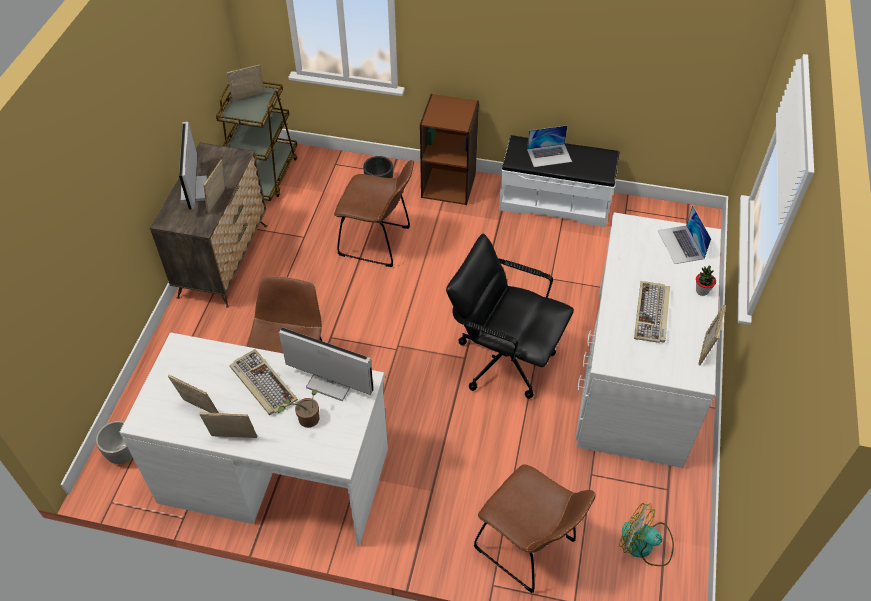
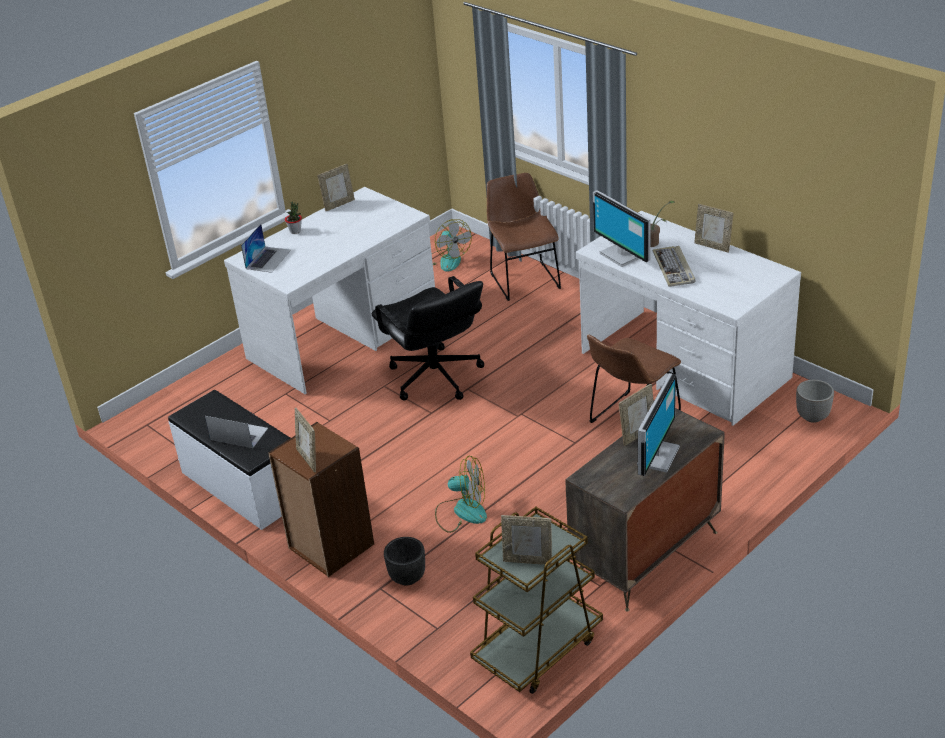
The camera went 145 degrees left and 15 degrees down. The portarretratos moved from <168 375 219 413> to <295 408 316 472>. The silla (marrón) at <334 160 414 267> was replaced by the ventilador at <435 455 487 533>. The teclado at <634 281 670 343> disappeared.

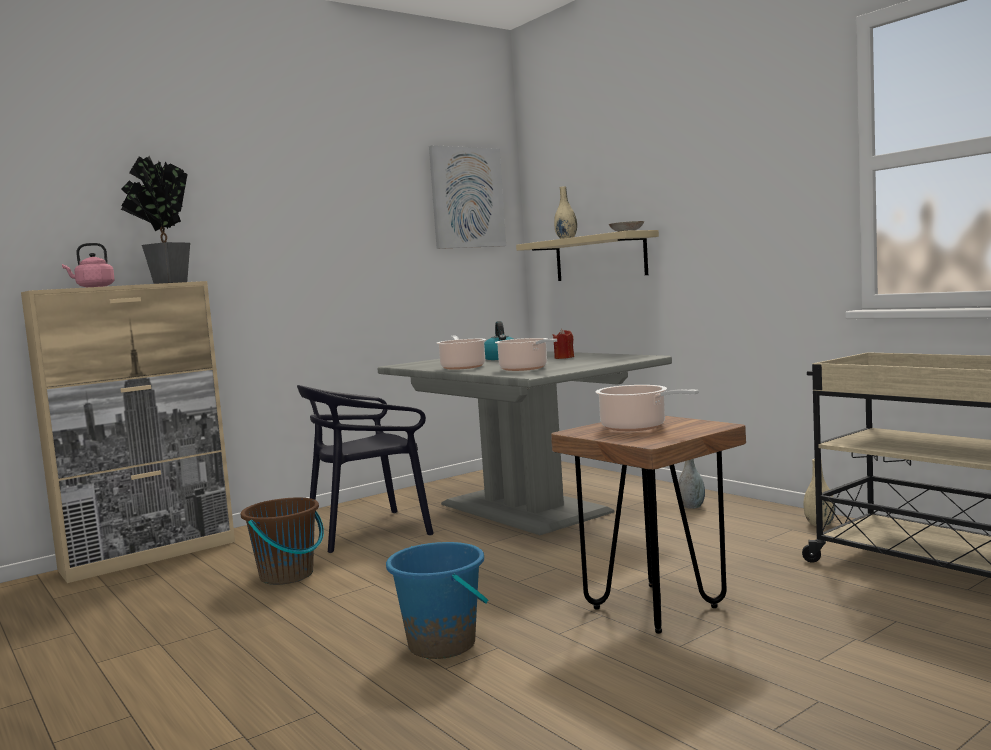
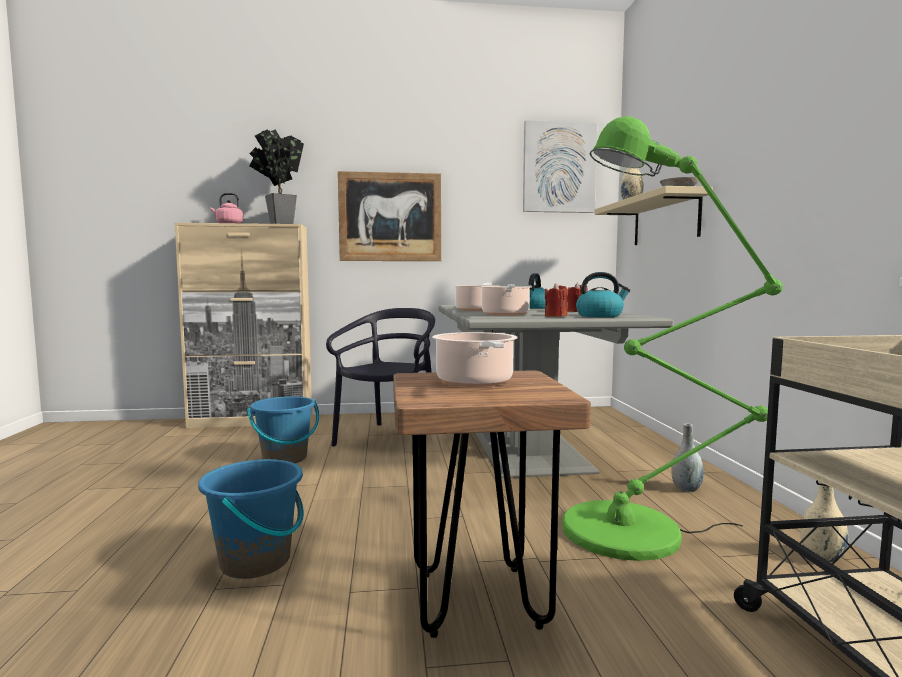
The camera went 30 degrees right and 0 degrees up. The cubo (marrón) at <241 498 324 585> became the cubo (azul) at <247 396 320 463>. The silla (negro) at <297 385 434 553> turned 105 degrees clockwise. The cuadro at <338 171 441 261> appeared. The vela (rojo) at <545 283 568 317> appeared. The lámpara de pie (verde) at <562 116 783 561> appeared. The hervidor at <576 272 630 317> appeared.

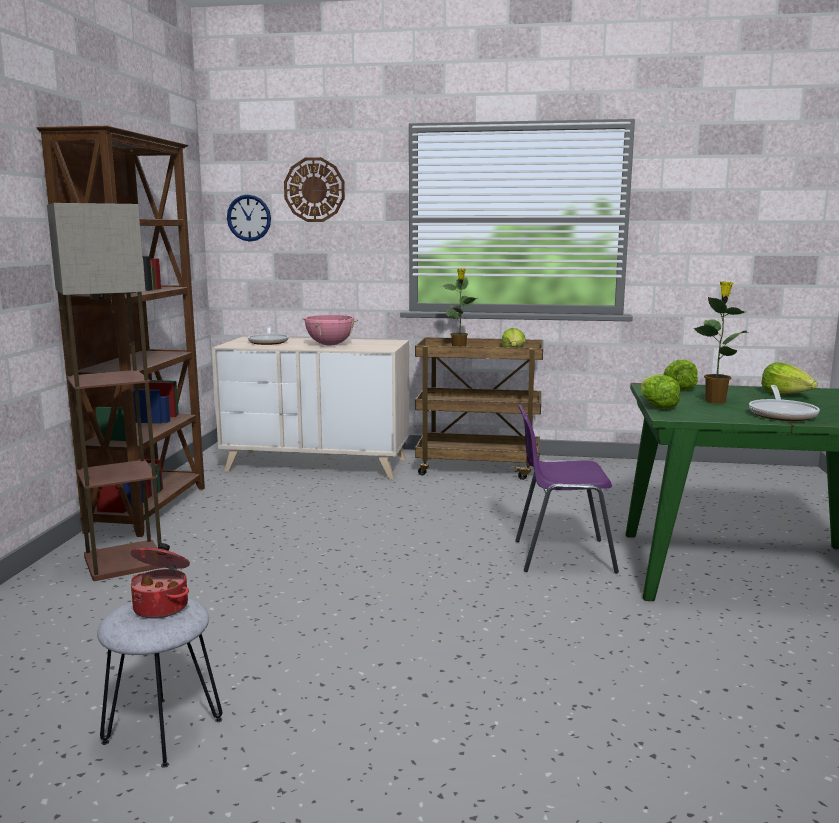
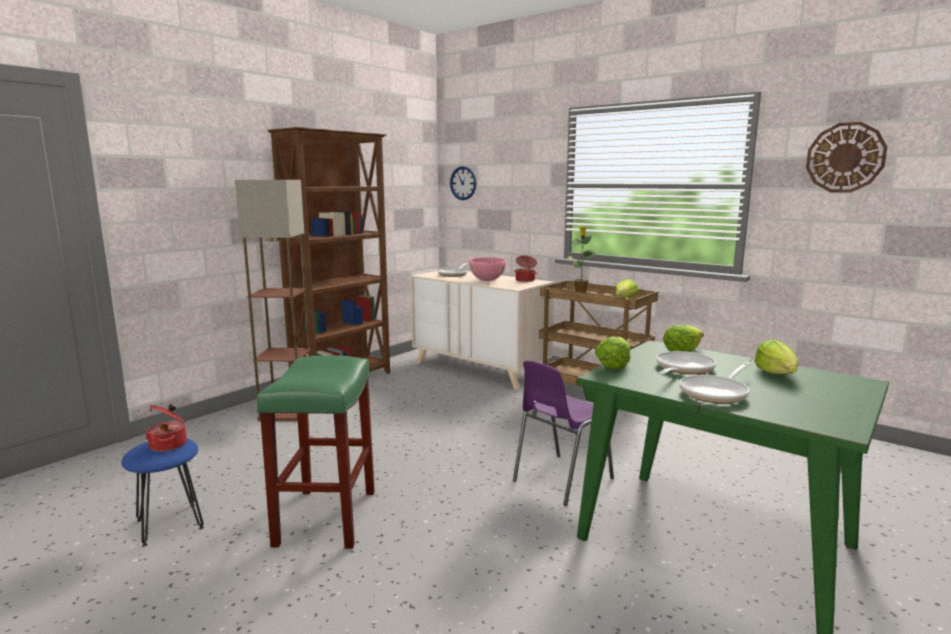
The camera went 30 degrees right and 0 degrees up. The taburete (gris) at <97 598 223 768> became the taburete (azul) at <121 439 204 546>. The reloj de pared moved from <284 157 345 222> to <806 122 888 193>. The silla (morado) at <515 405 619 574> turned 75 degrees counterclockwise. The planta en maceta at <694 281 748 404> was replaced by the sartén at <656 351 716 375>. The taburete (verde) at <257 355 375 549> appeared. The olla at <514 255 537 282> appeared.

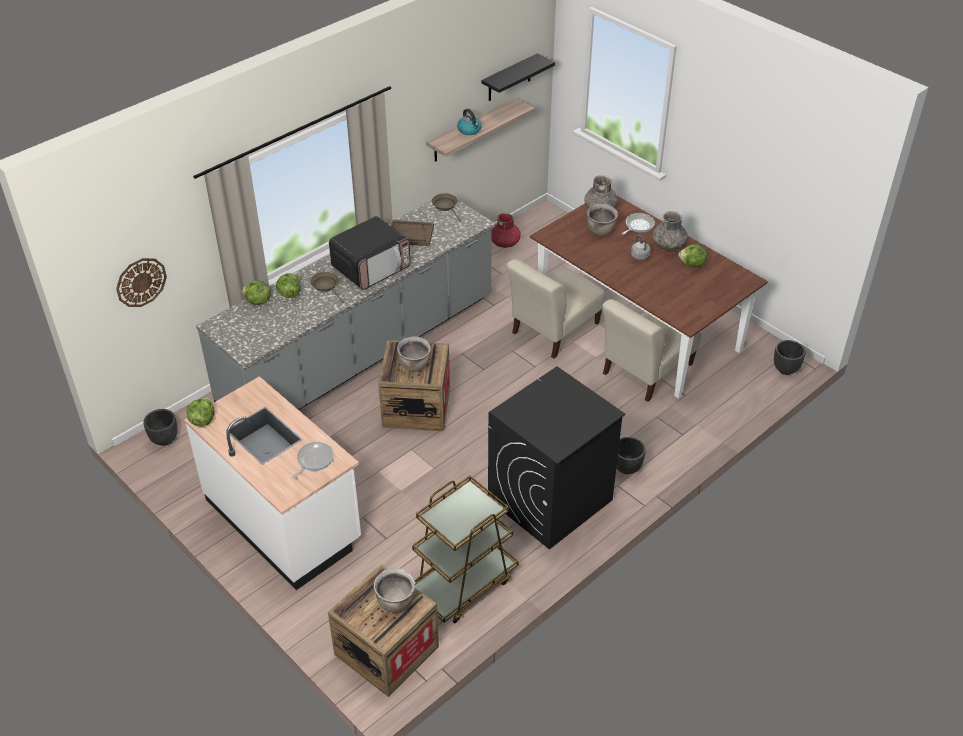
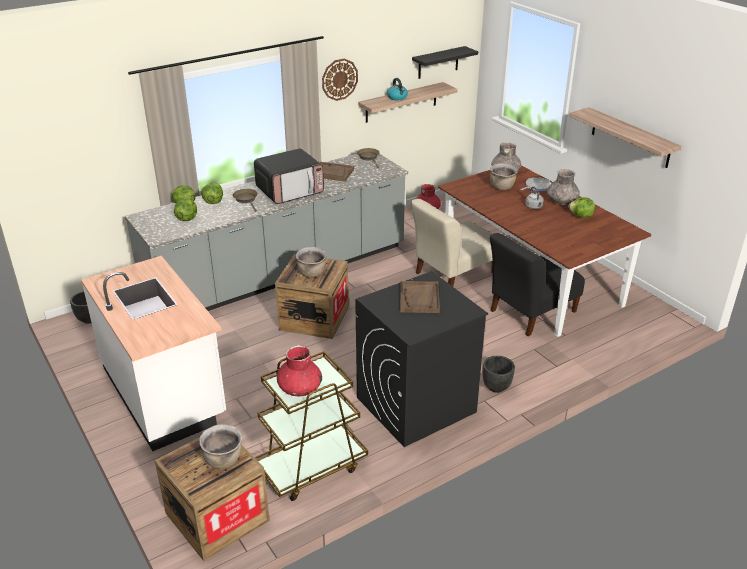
The camera went 10 degrees right and 10 degrees down. The reloj de pared moved from <116 258 167 307> to <322 58 358 101>. The lechuga moved from <187 398 215 426> to <174 199 197 221>. The sartén at <292 442 334 479> disappeared. The silla (beis) at <602 299 701 402> became the silla (negro) at <490 233 585 336>. The maceta (negro) at <774 340 806 375> disappeared. The florero (rojo) at <277 345 322 397> appeared. The bandeja (marrón) at <400 281 440 313> appeared. The estante at <569 107 681 168> appeared.

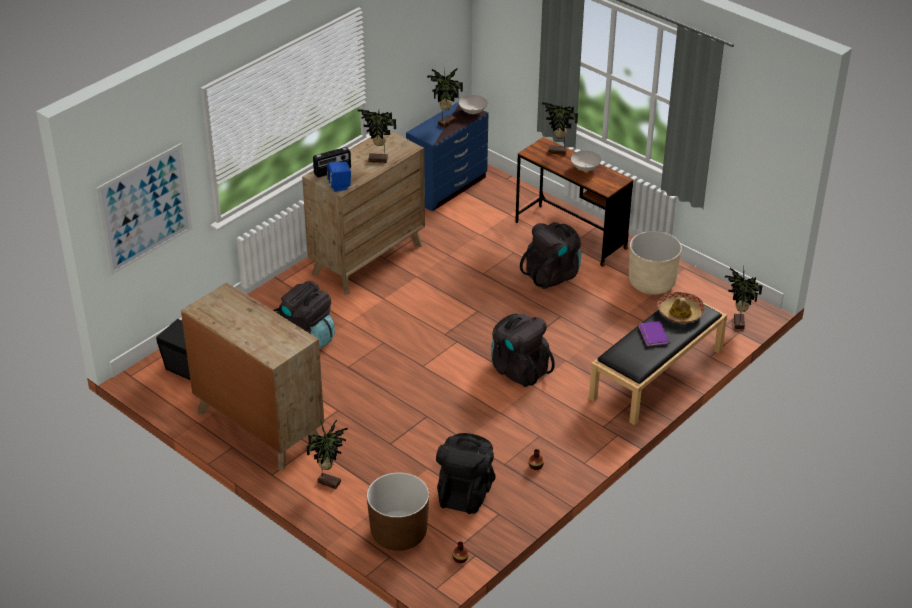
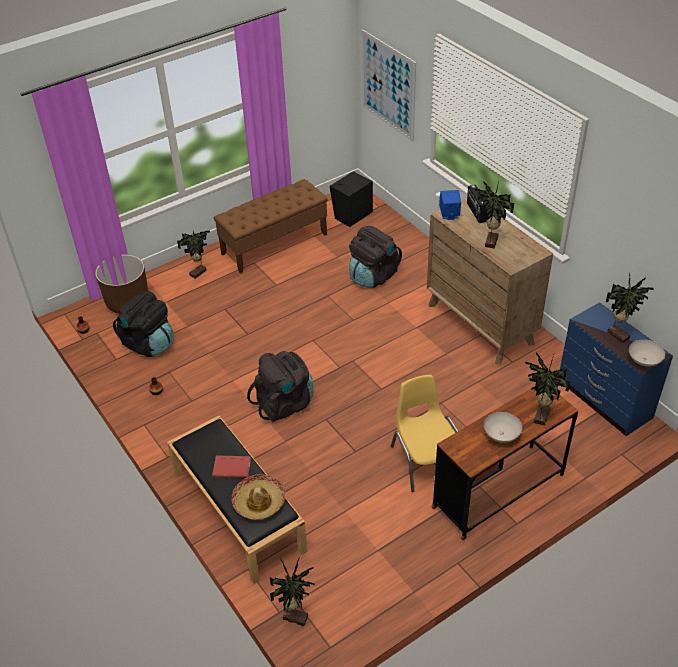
The camera went 105 degrees right and 5 degrees up. The cómoda (marrón) at <181 282 324 471> was replaced by the banco (marrón) at <214 179 328 274>. The mochila (negro) at <520 222 581 289> was replaced by the silla (amarillo) at <391 375 458 492>. The maceta (beis) at <629 231 682 295> disappeared. The libro (morado) at <638 321 669 347> became the libro (rojo) at <212 455 251 478>.

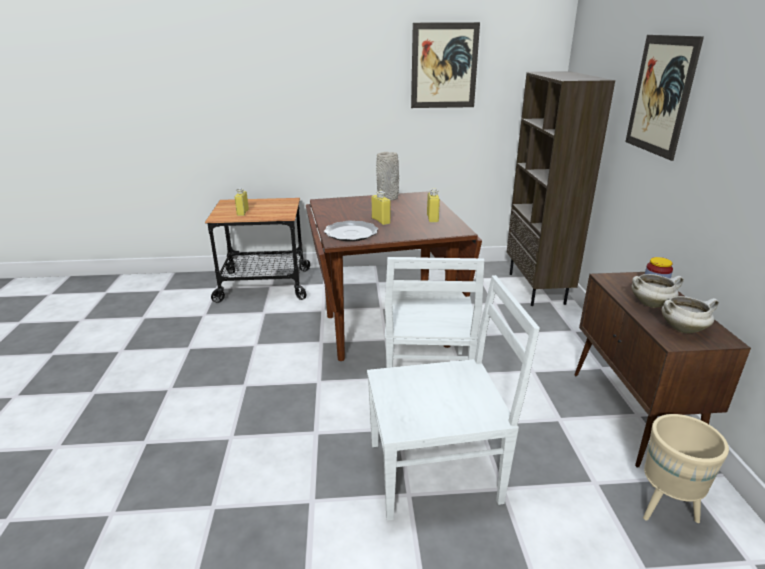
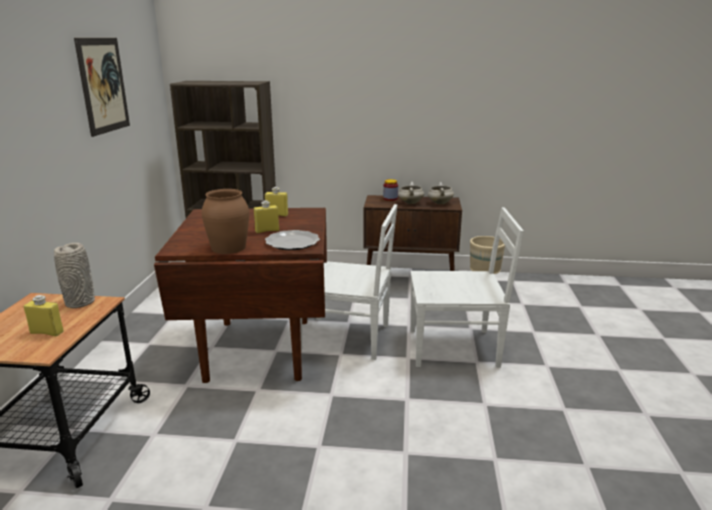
The camera went 80 degrees left and 5 degrees down. The silla (blanco) at <367 275 540 521> turned 90 degrees clockwise. The florero (gris) moved from <376 152 399 201> to <54 243 95 308>. The cuadro at <625 35 704 161> disappeared. The florero (marrón) at <201 189 249 254> appeared.

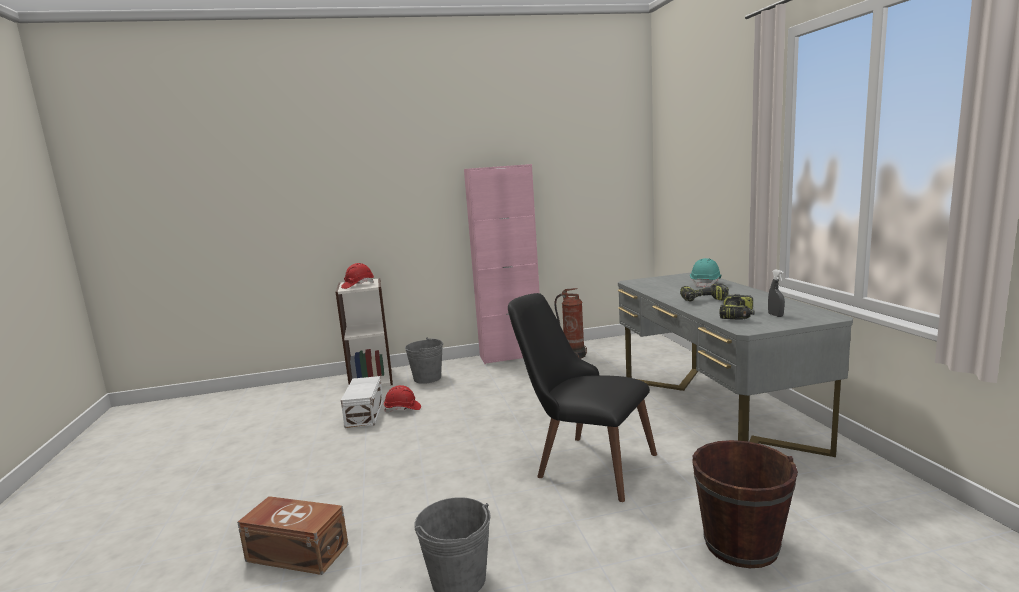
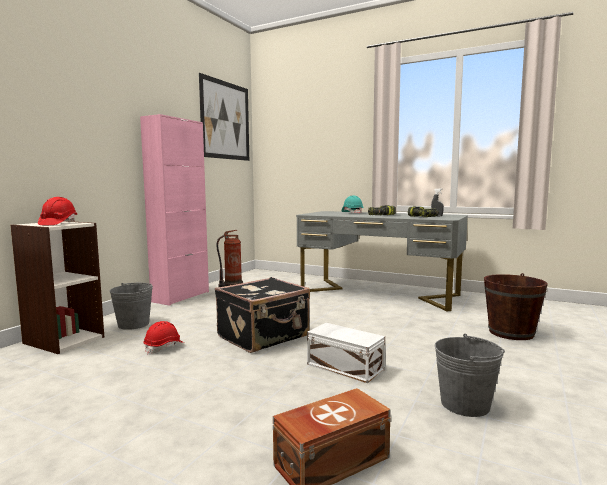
The camera went 50 degrees left and 5 degrees down. The caja de almacenaje (blanco) moved from <341 376 384 428> to <307 323 385 383>. The silla (negro) at <508 293 657 502> disappeared. The cuadro at <199 73 249 161> appeared. The maleta (negro) at <215 277 310 353> appeared.

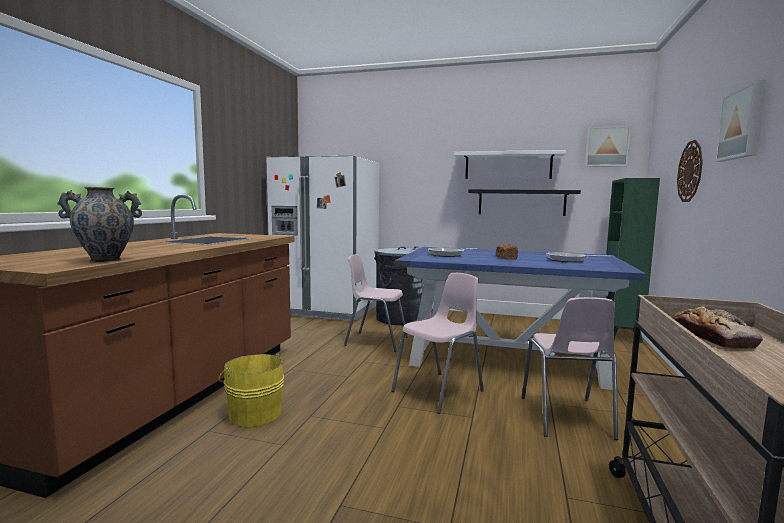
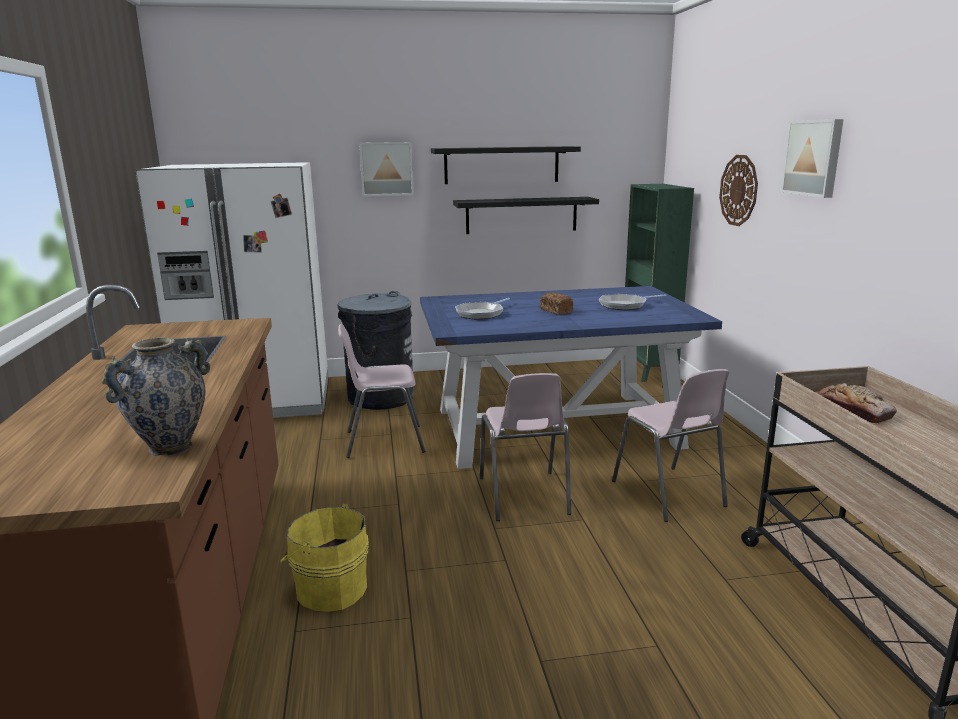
The camera went 25 degrees left and 10 degrees up. The silla (rosa) at <391 273 484 414> turned 150 degrees clockwise. The estante (blanco) at <454 150 566 179> became the estante (negro) at <431 146 581 184>. The cuadro moved from <585 126 631 167> to <359 142 414 196>.

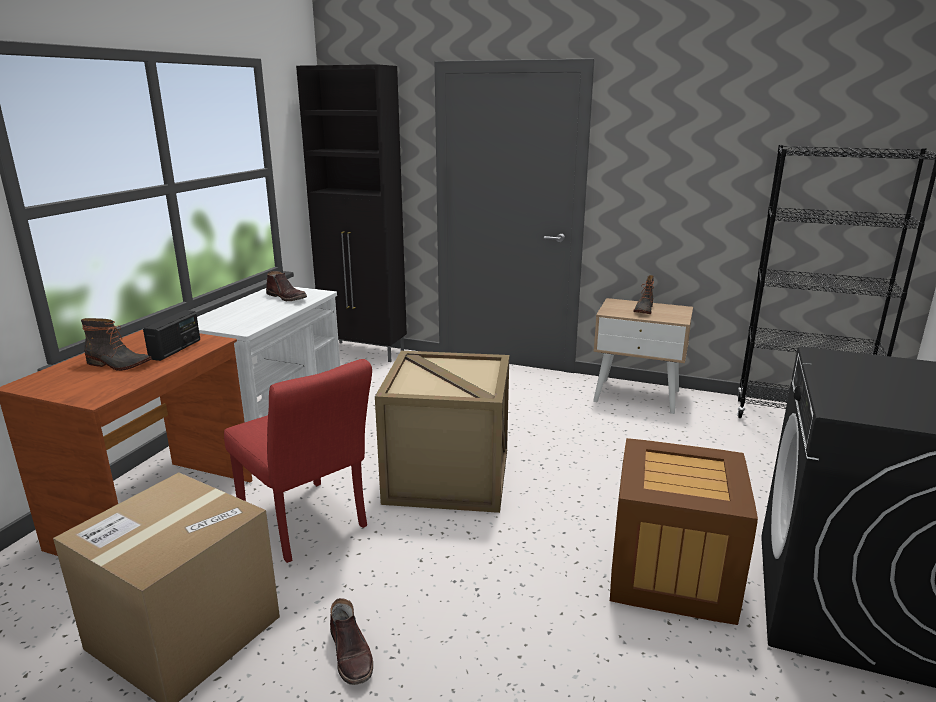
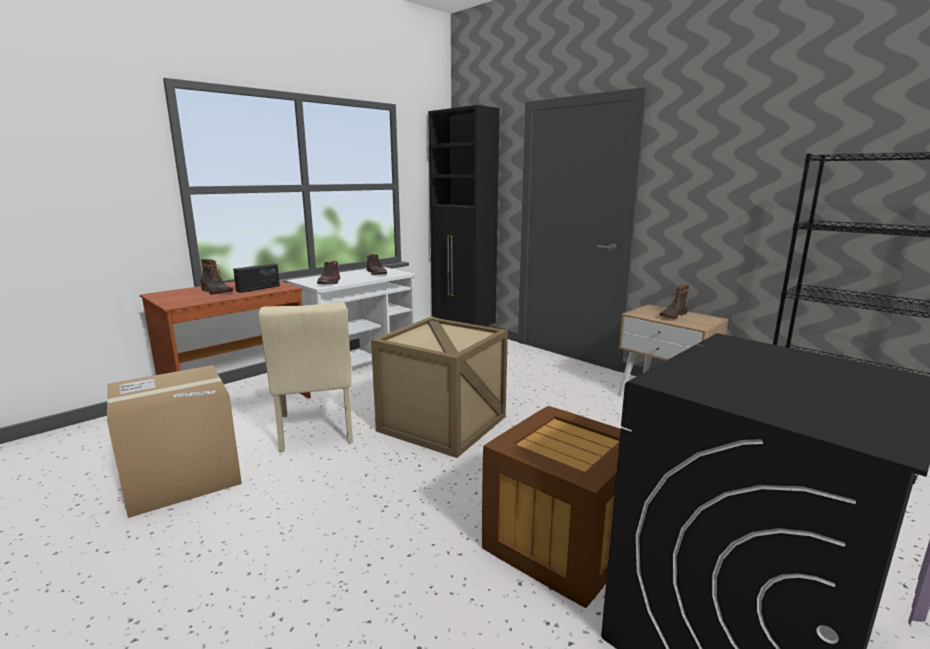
The camera went 25 degrees right and 5 degrees down. The silla (rojo) at <224 359 372 563> became the silla (beis) at <258 302 353 452>. The bota (marrón) moved from <330 598 373 685> to <317 261 340 284>.

